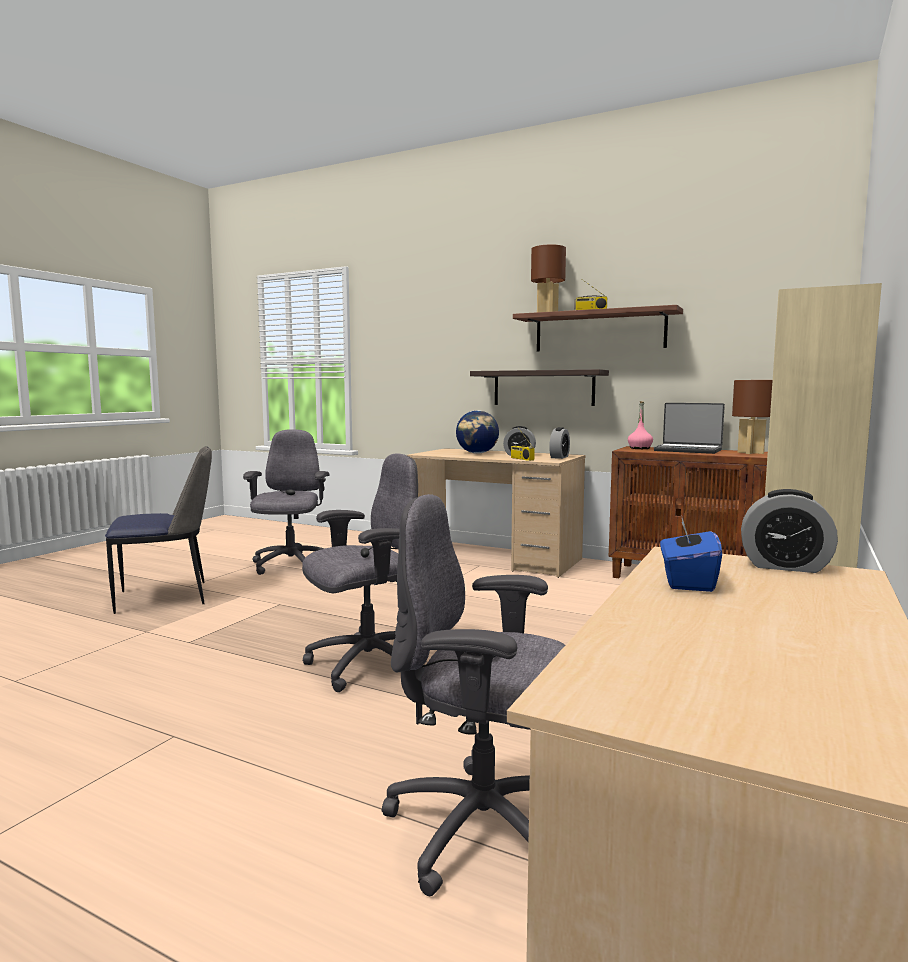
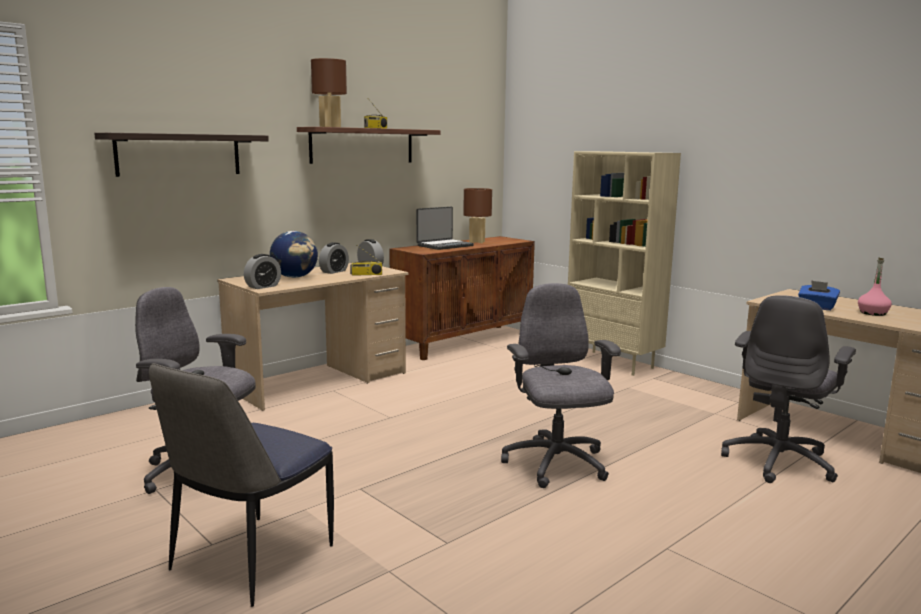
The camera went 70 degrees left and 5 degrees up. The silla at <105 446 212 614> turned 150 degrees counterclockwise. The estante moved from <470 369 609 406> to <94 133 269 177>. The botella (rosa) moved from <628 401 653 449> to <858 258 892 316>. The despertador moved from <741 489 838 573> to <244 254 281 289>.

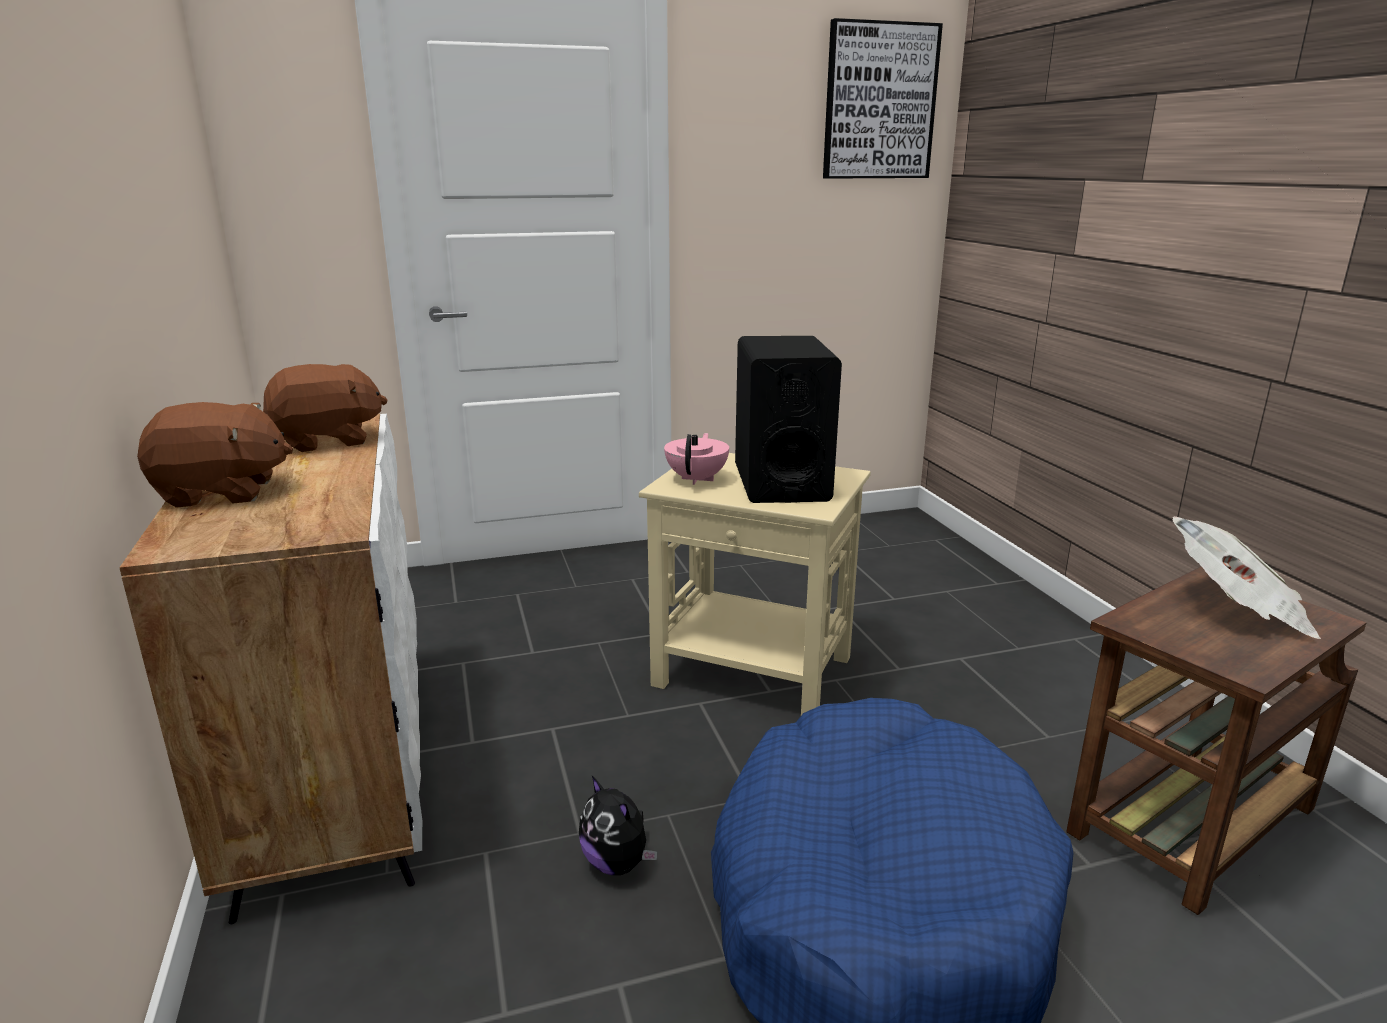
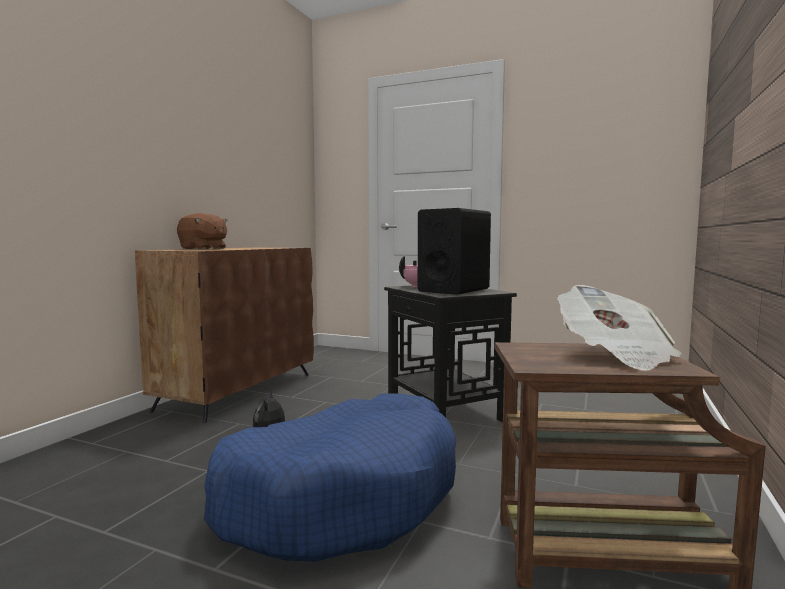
The camera went 40 degrees right and 15 degrees down. The armario (blanco) at <119 413 422 924> became the armario (marrón) at <135 247 314 423>. The peluche (marrón) at <263 364 388 452> disappeared. The mesa auxiliar (beis) at <639 453 871 715> became the mesa auxiliar (negro) at <384 285 517 422>. The cuadro at <823 18 943 179> disappeared.

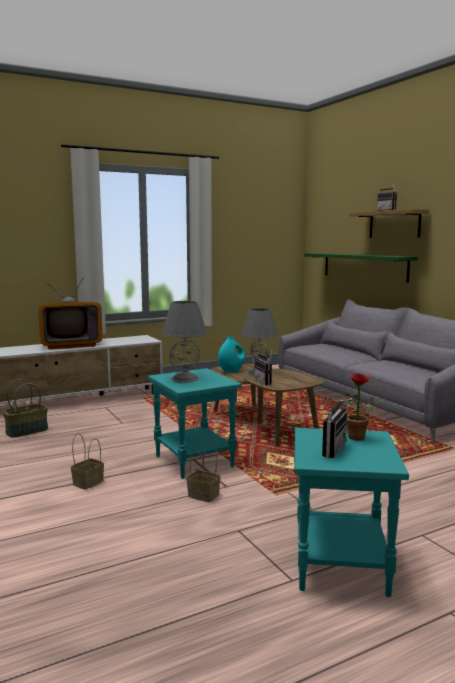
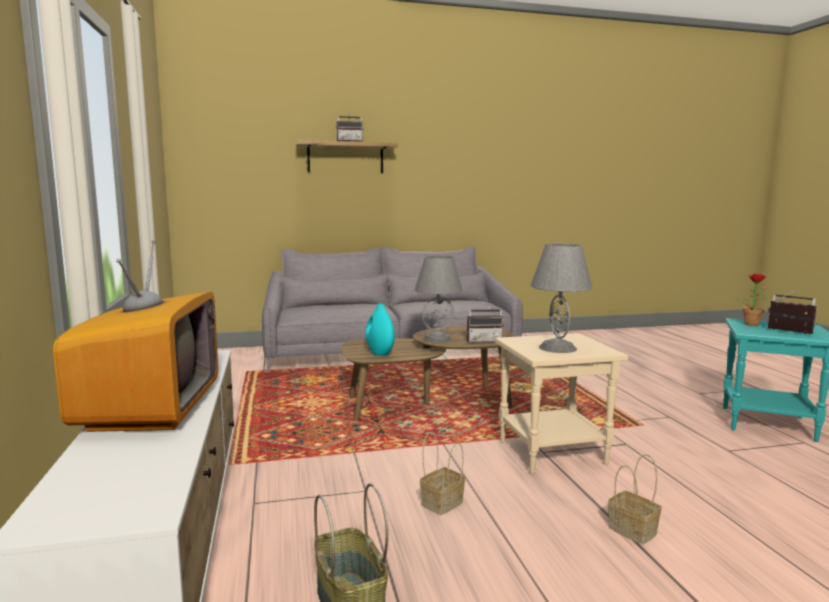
The camera went 75 degrees left and 0 degrees up. The mesa auxiliar (turquesa) at <148 368 242 479> became the mesa auxiliar (beis) at <495 333 628 474>. The cesta moved from <187 442 220 502> to <420 432 465 515>. The estante (verde) at <304 253 418 283> disappeared.

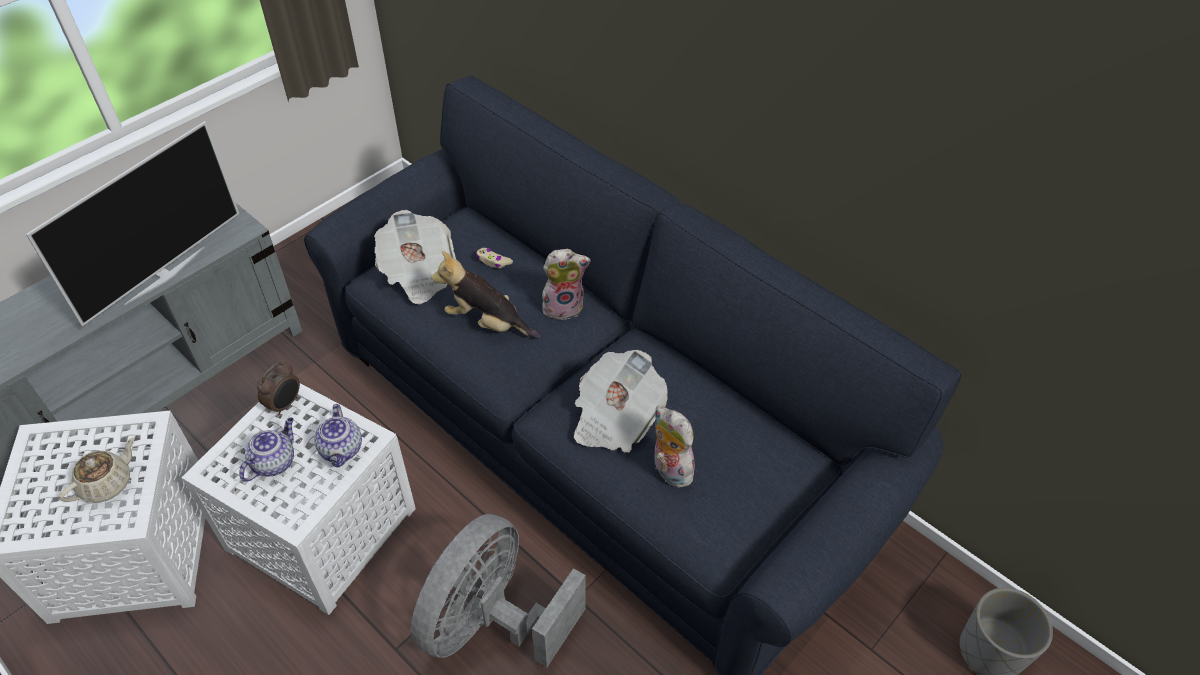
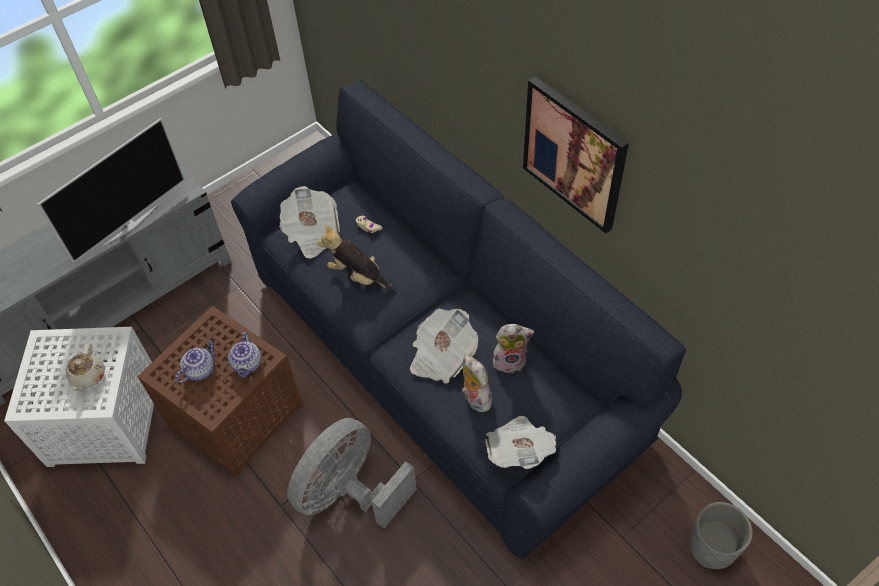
The camera went 10 degrees right and 5 degrees up. The tetera (beis) at <59 437 135 503> turned 135 degrees clockwise. The mesa auxiliar (blanco) at <181 383 416 615> became the mesa auxiliar (marrón) at <137 306 303 477>. The despertador at <257 361 300 416> disappeared. The peluche moved from <542 249 591 320> to <493 324 535 374>. The periódico at <485 416 556 469> appeared. The cuadro at <523 76 629 233> appeared.

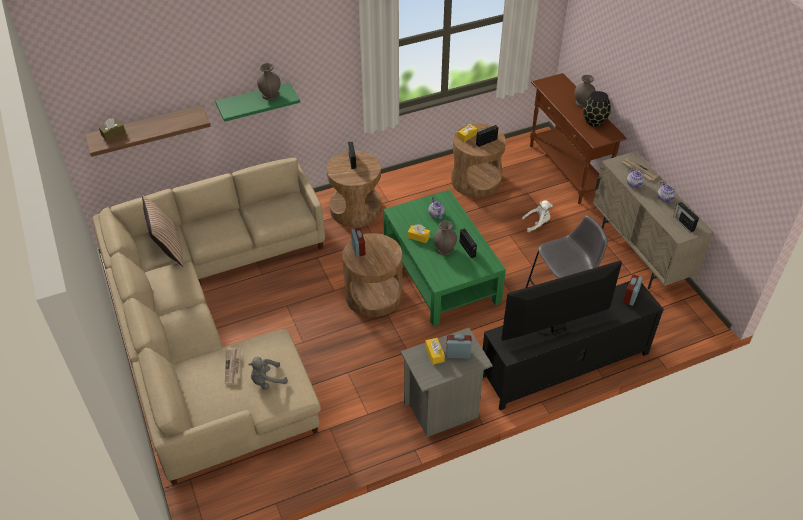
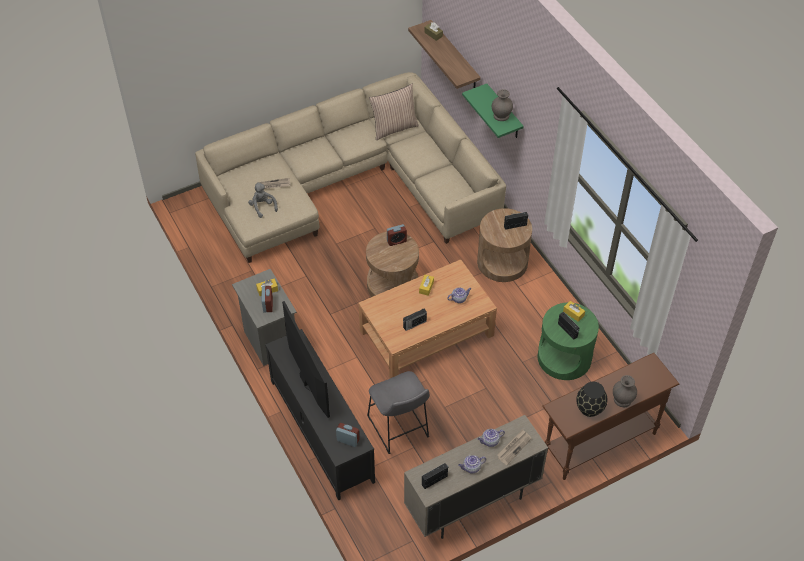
The camera went 85 degrees right and 5 degrees up. The mesa de centro (verde) at <383 190 506 326> became the mesa de centro (marrón) at <358 259 497 378>. The florero (gris) at <434 221 457 255> disappeared. The mesa auxiliar (marrón) at <451 124 506 198> became the mesa auxiliar (verde) at <538 303 599 380>. The peluche (blanco) at <522 200 552 232> disappeared.

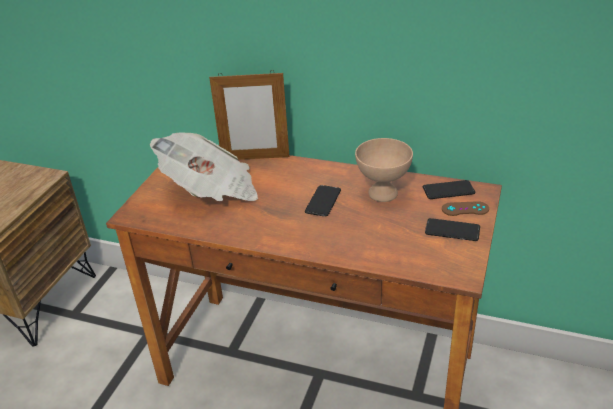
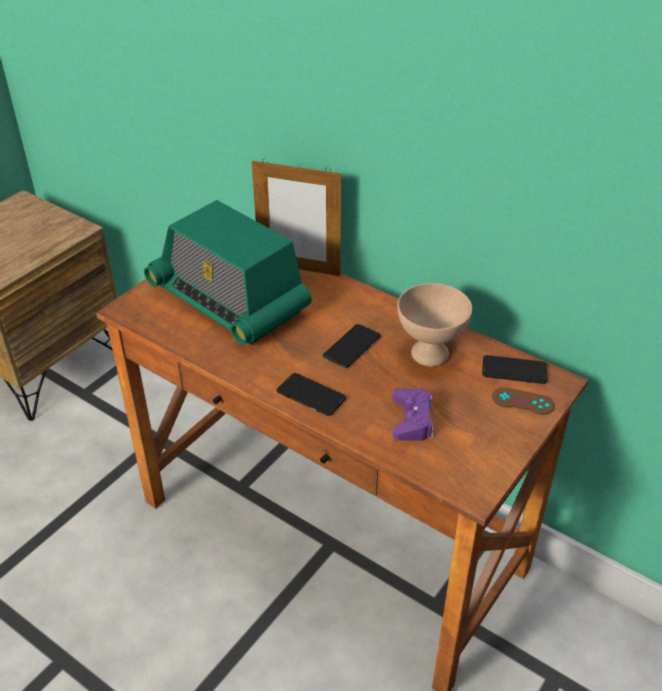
The camera went 15 degrees right and 5 degrees up. The periódico at <150 133 258 202> was replaced by the radio at <144 200 312 345>. The móvil moved from <425 218 480 241> to <277 373 346 416>. The mando de consola (morado) at <393 388 433 441> appeared.

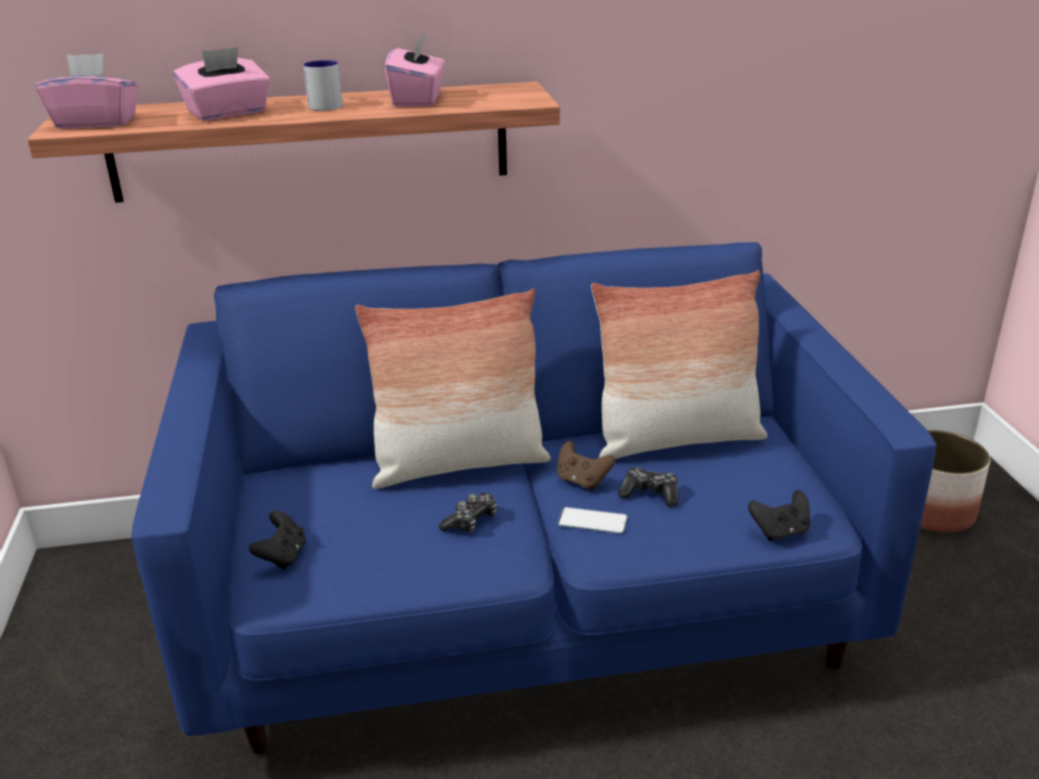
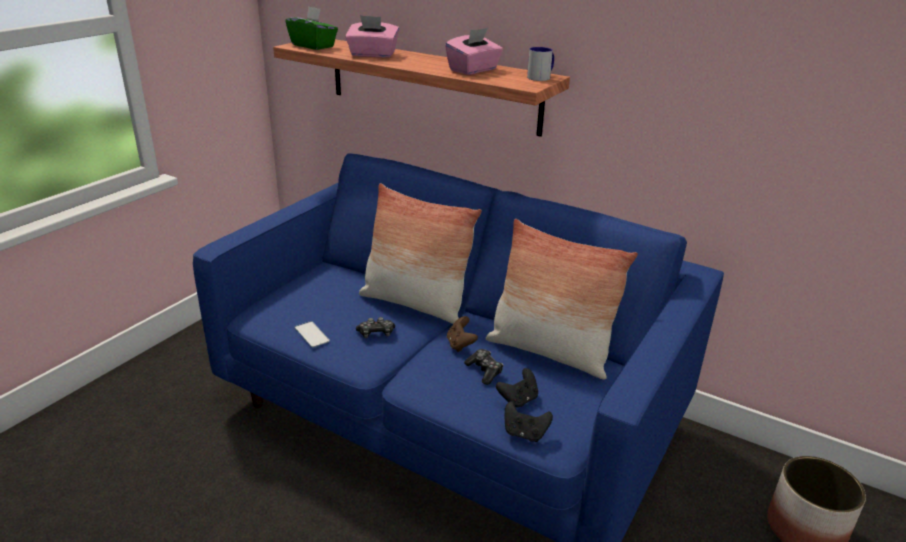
The camera went 40 degrees right and 0 degrees up. The caja de pañuelos (rosa) at <35 53 138 129> became the caja de pañuelos (verde) at <285 6 338 50>. The mando de consola (negro) moved from <249 511 306 569> to <496 368 538 407>. The taza grande moved from <303 60 343 111> to <527 47 554 81>. The móvil moved from <558 507 628 534> to <294 321 330 348>.

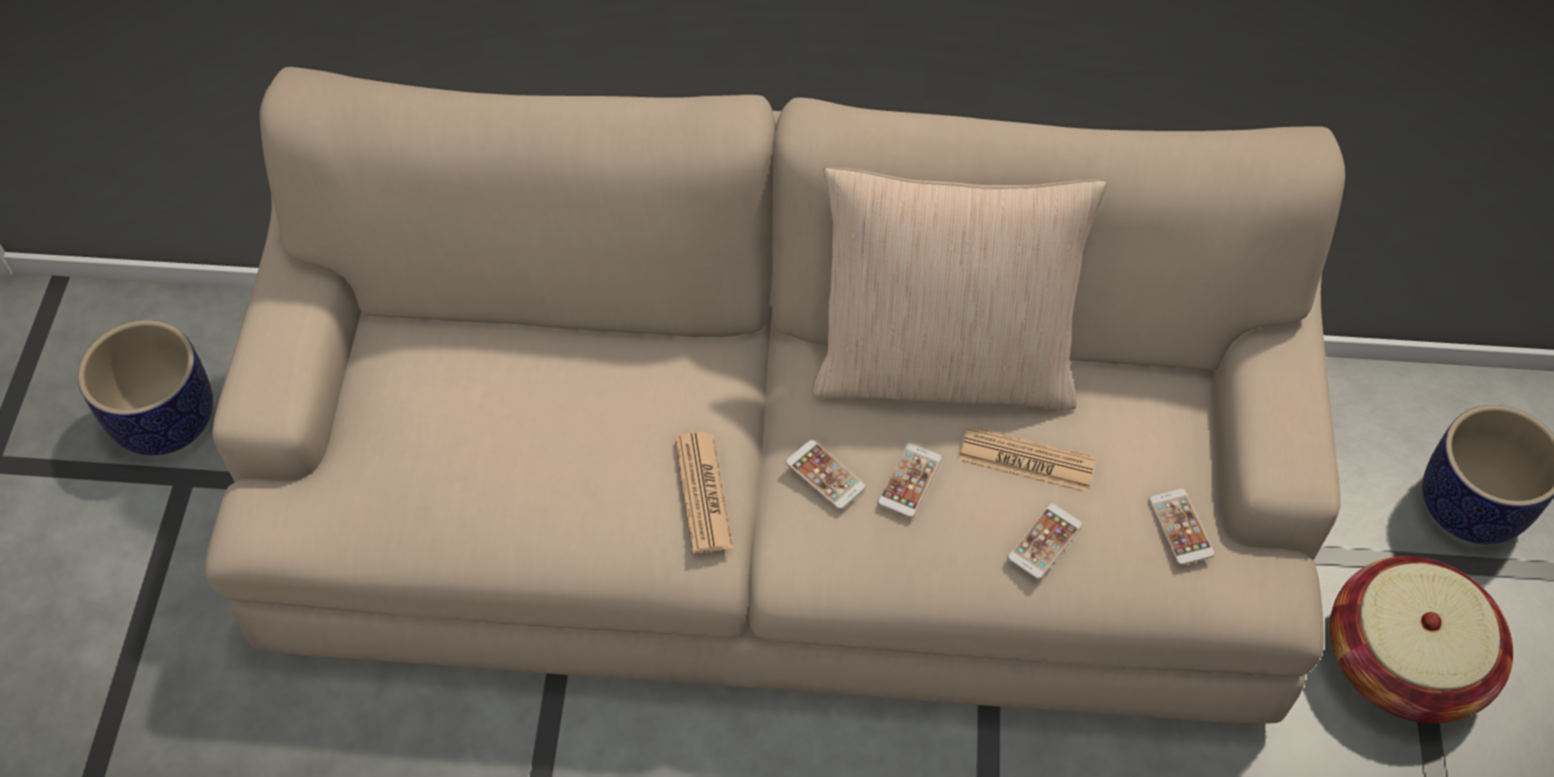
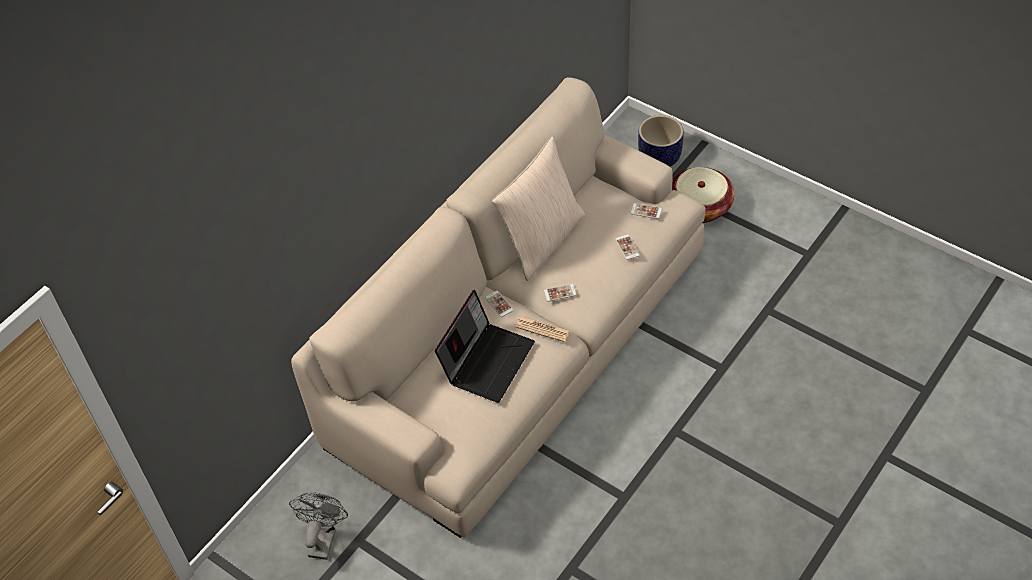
The camera went 55 degrees left and 5 degrees down. The maceta at <78 320 213 455> was replaced by the ventilador (gris) at <289 492 348 560>. The móvil moved from <877 443 942 518> to <485 291 514 317>. The periódico at <958 426 1096 493> disappeared. The portátil at <435 290 535 403> appeared.

